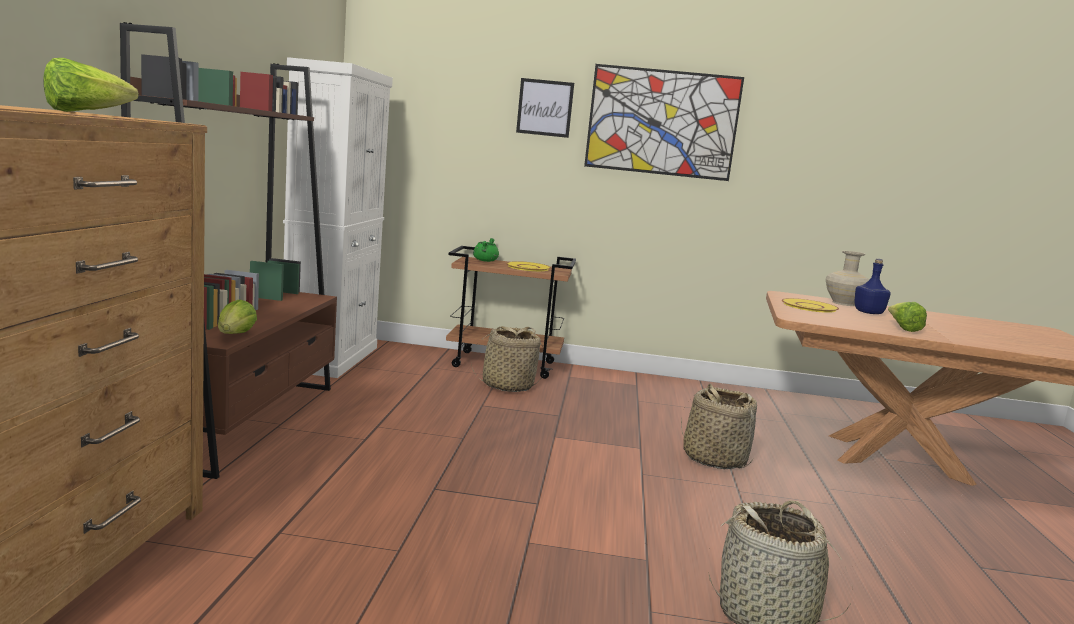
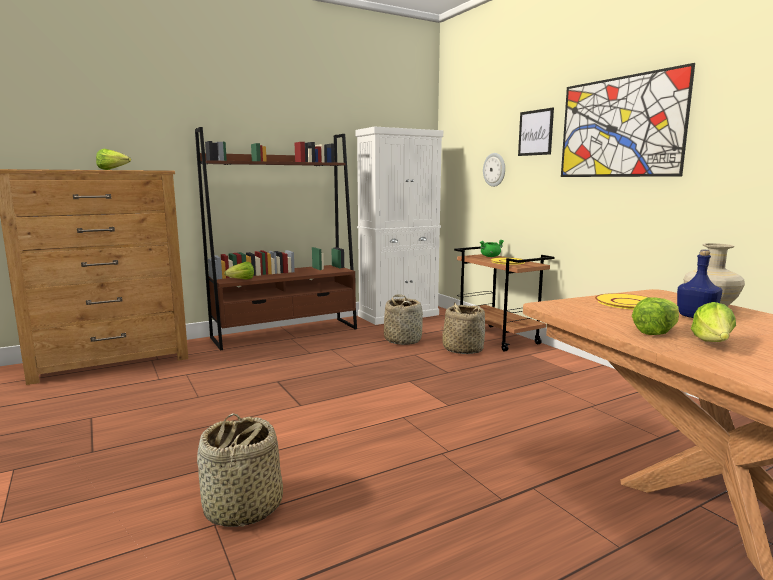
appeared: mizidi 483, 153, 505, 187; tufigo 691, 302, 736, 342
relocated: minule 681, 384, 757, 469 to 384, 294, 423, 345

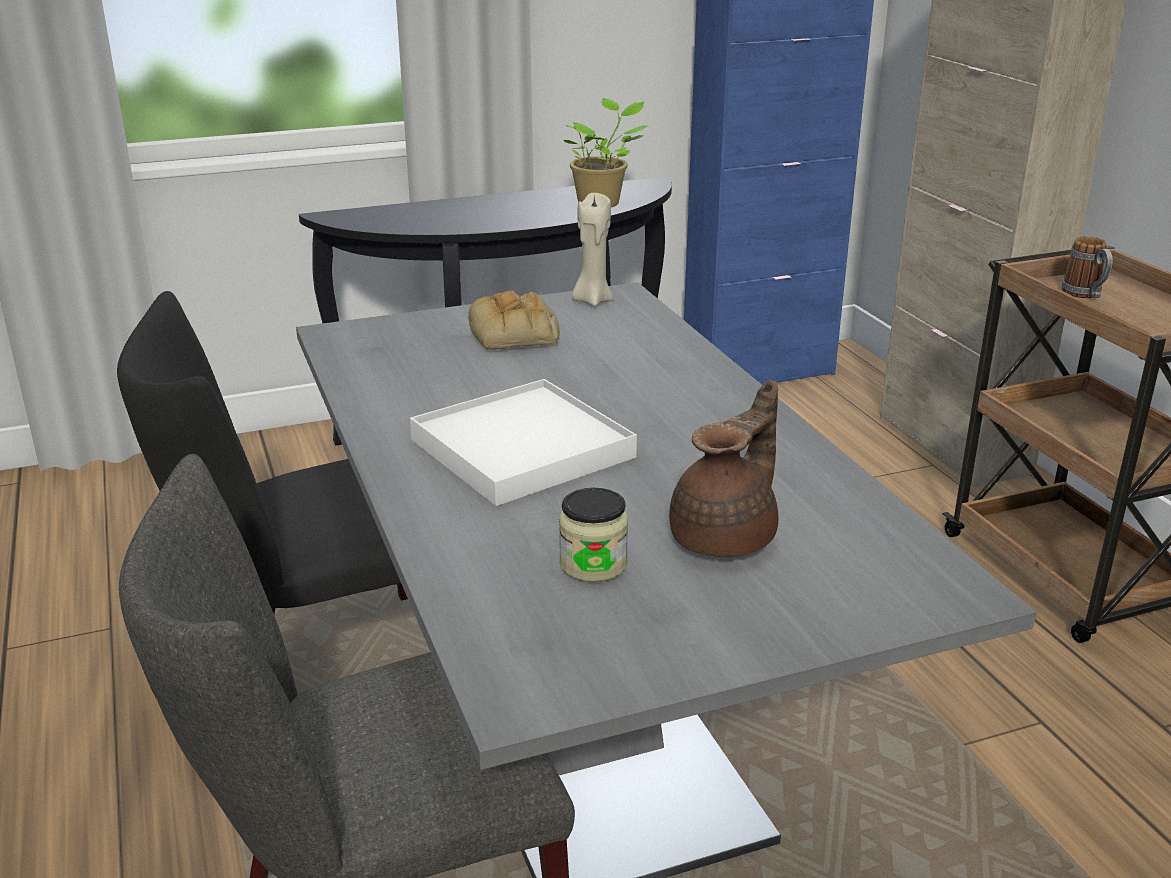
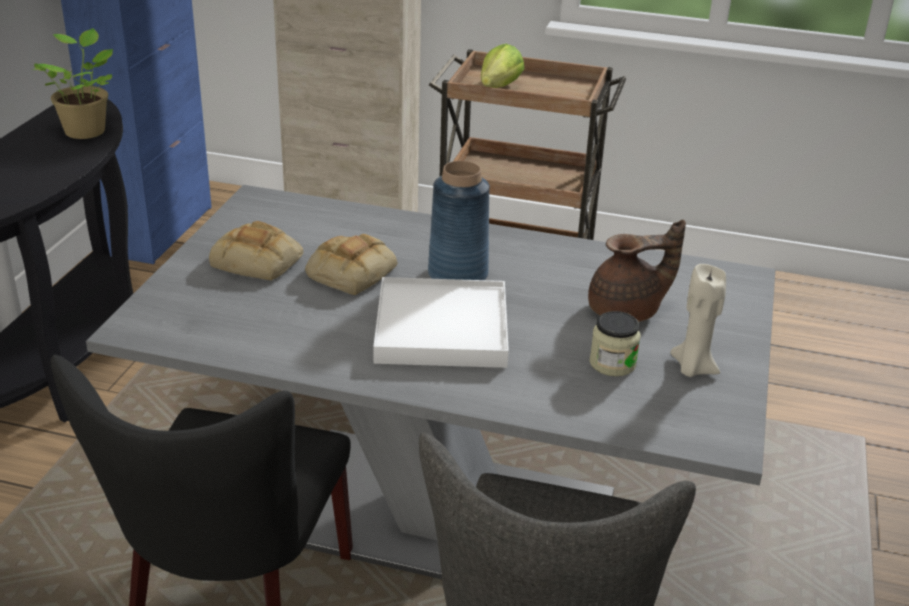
appeared: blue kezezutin 428, 161, 490, 280; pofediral 305, 234, 397, 295
relocated: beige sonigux 572, 193, 613, 306 to 670, 264, 726, 377
exchanged: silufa 1061, 236, 1113, 298 to tufigo 481, 43, 525, 88
spun: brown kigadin 669, 379, 779, 557 = 588, 219, 686, 322 90 degrees clockwise

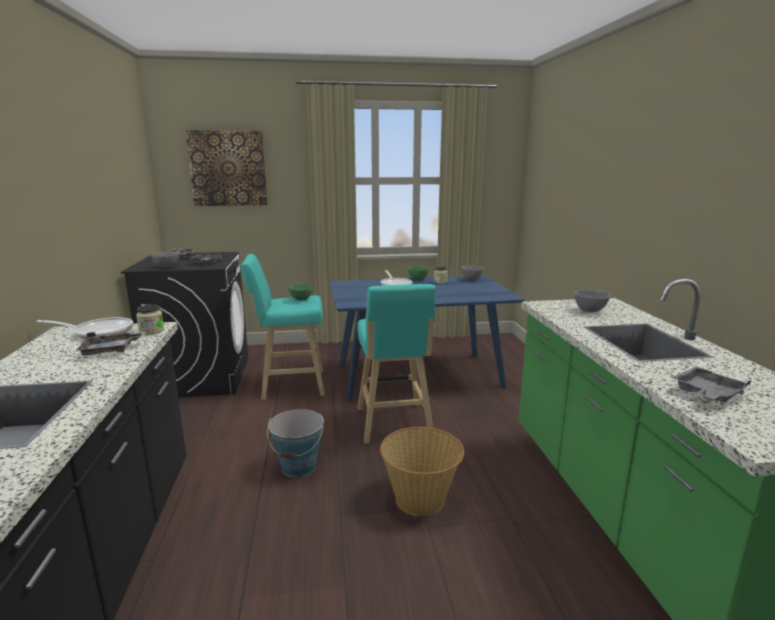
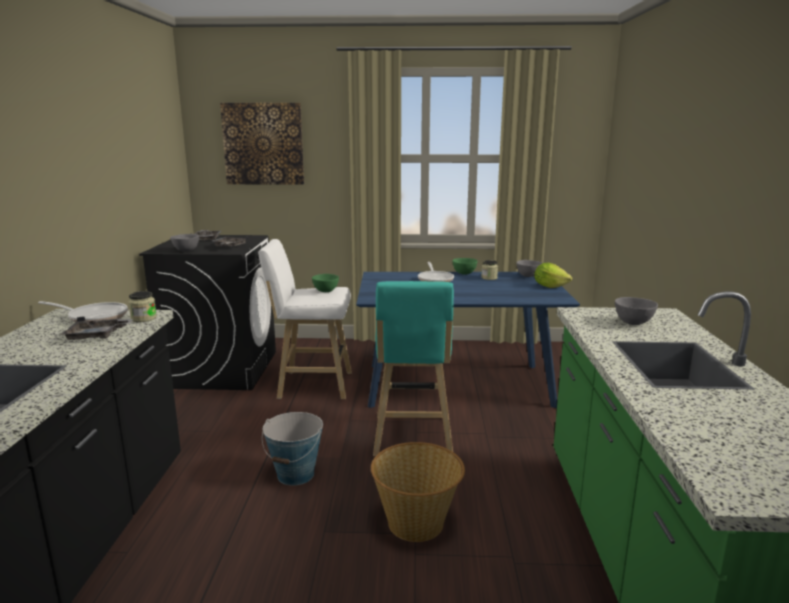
missing: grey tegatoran 671, 367, 752, 402
appeared: tufigo 534, 263, 572, 288
colour: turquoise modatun 241, 254, 325, 400 to white modatun 258, 239, 352, 399

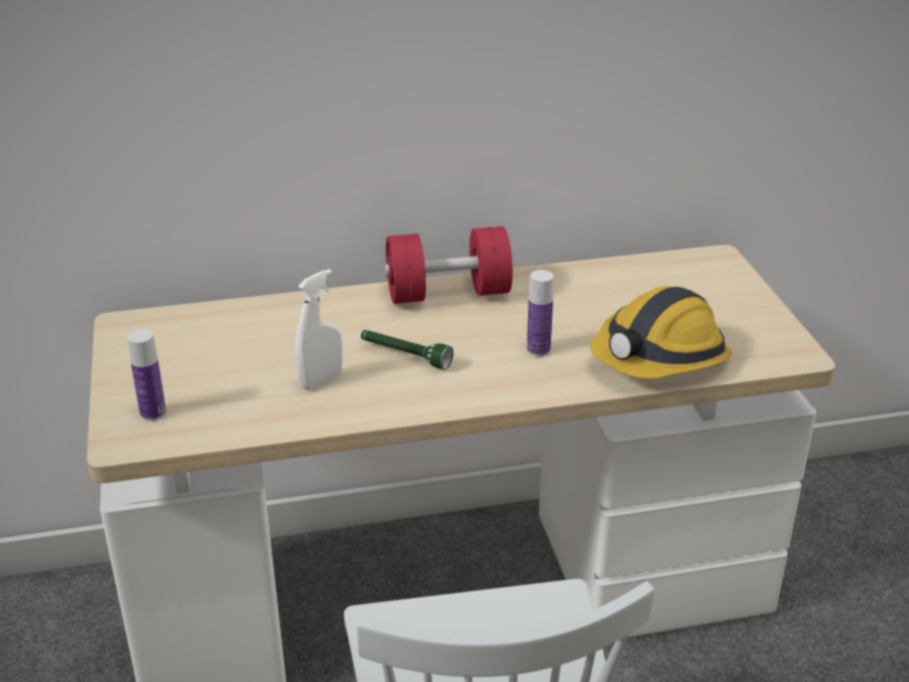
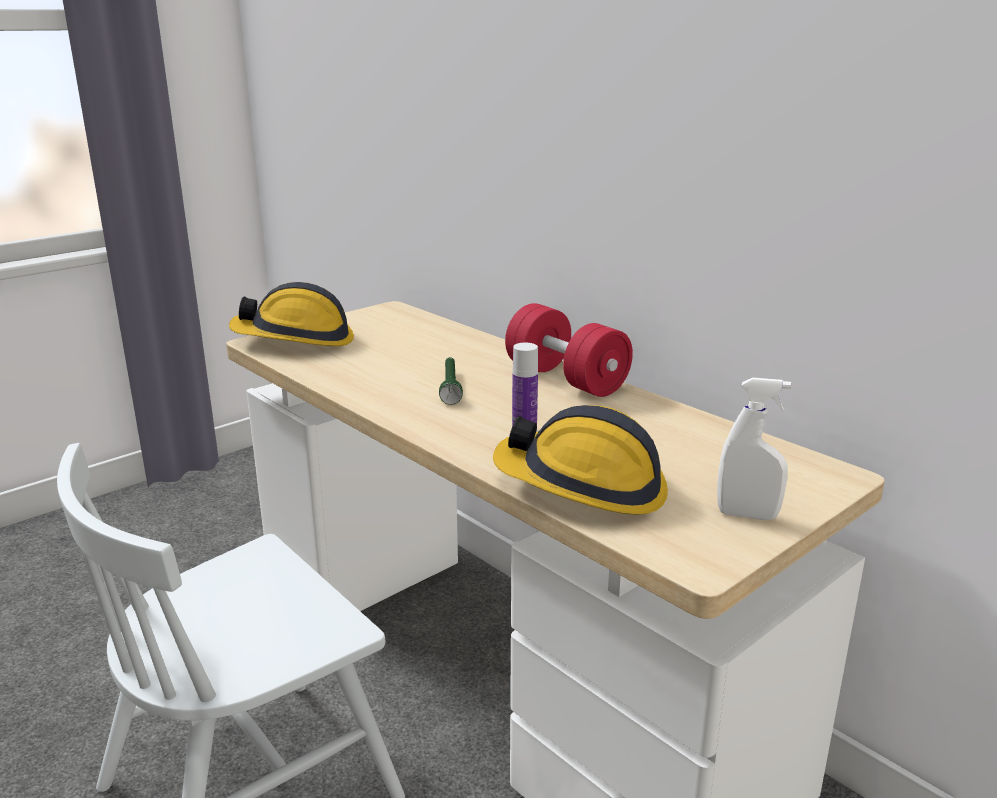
relocated: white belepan 295, 269, 342, 390 to 717, 378, 791, 520
exchanged: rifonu 127, 329, 166, 421 to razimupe 229, 282, 354, 346

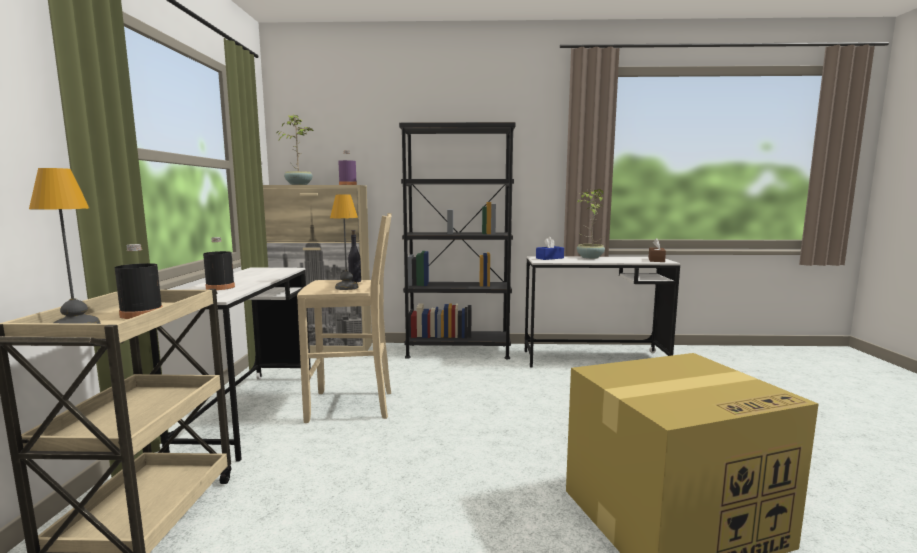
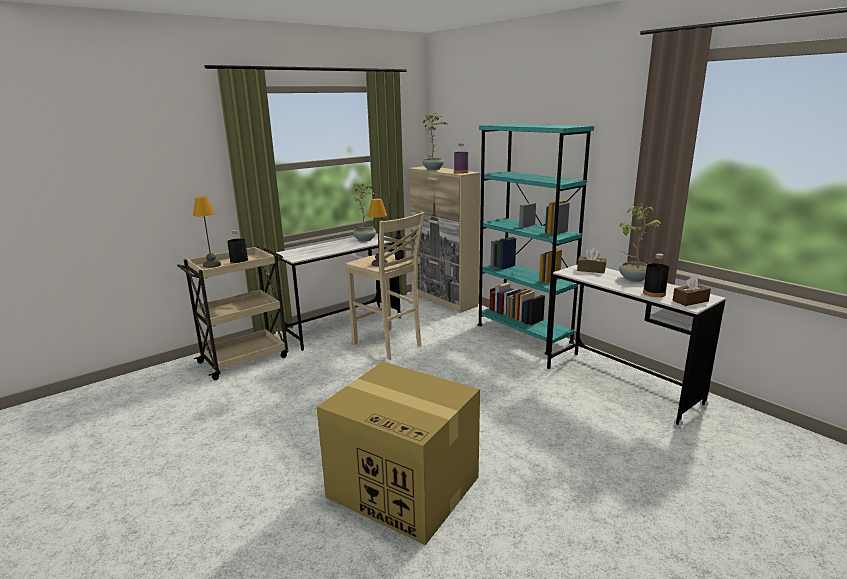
appeared: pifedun 353, 182, 376, 241
relocated: black rifonu 203, 237, 235, 290 to 643, 253, 669, 297
colour: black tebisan 399, 122, 516, 359 to turquoise tebisan 478, 124, 594, 355; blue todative 536, 237, 564, 260 to brown todative 577, 248, 606, 273

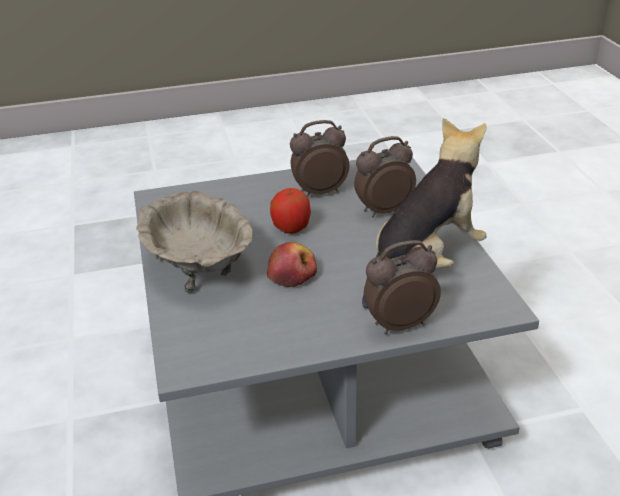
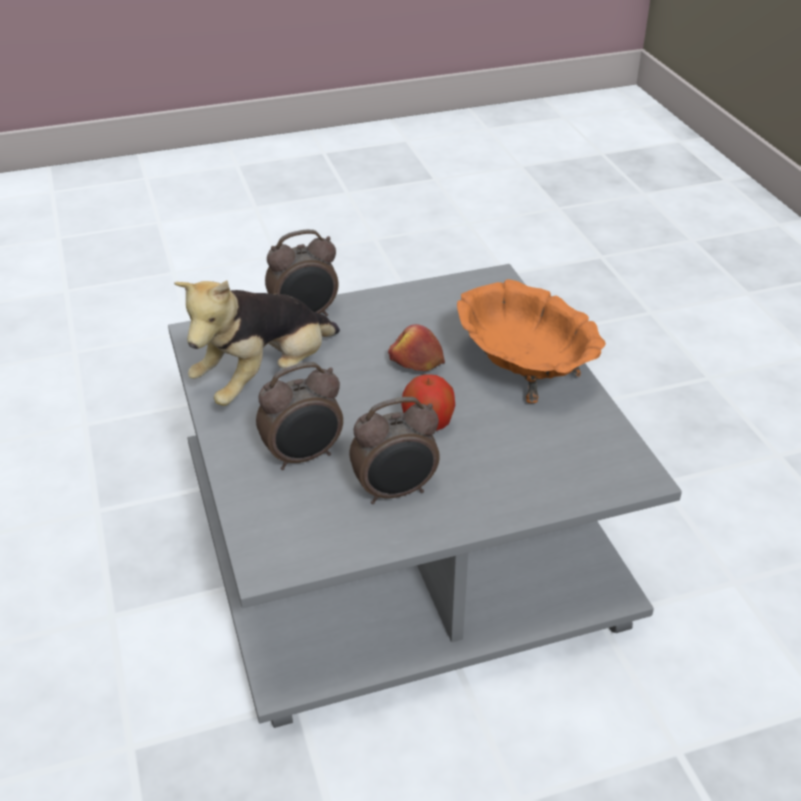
colour: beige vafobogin 136, 190, 252, 293 to orange vafobogin 457, 279, 606, 403

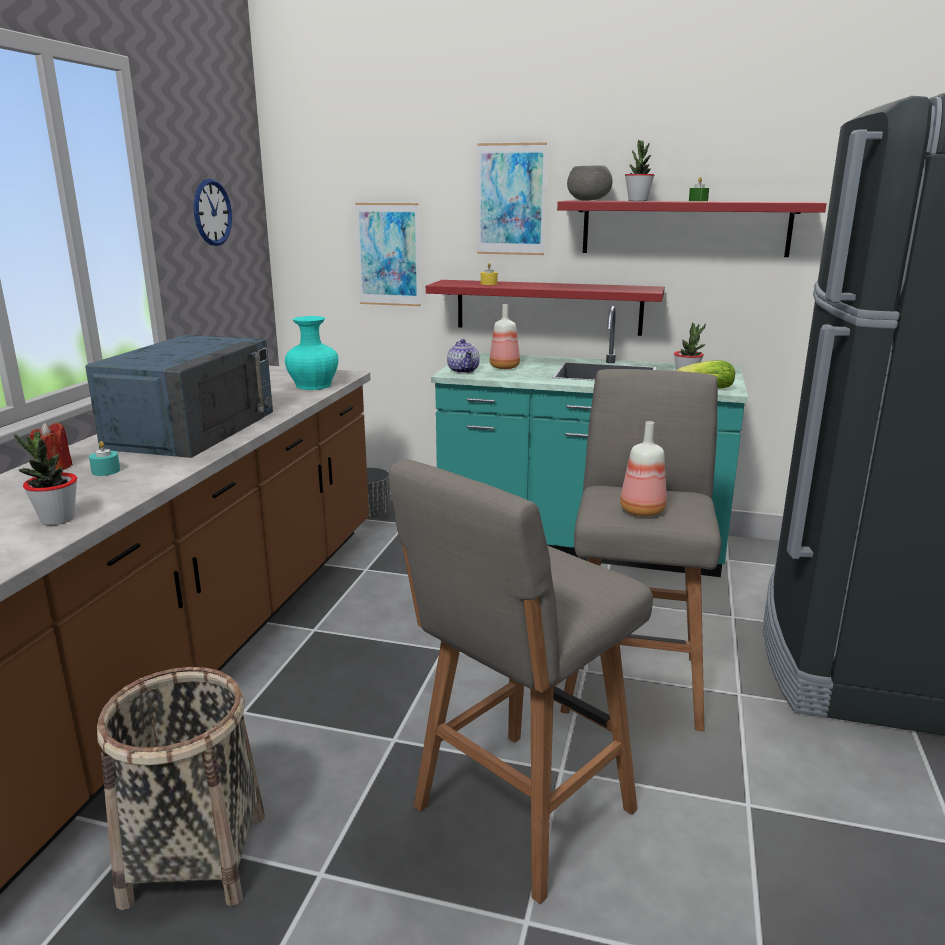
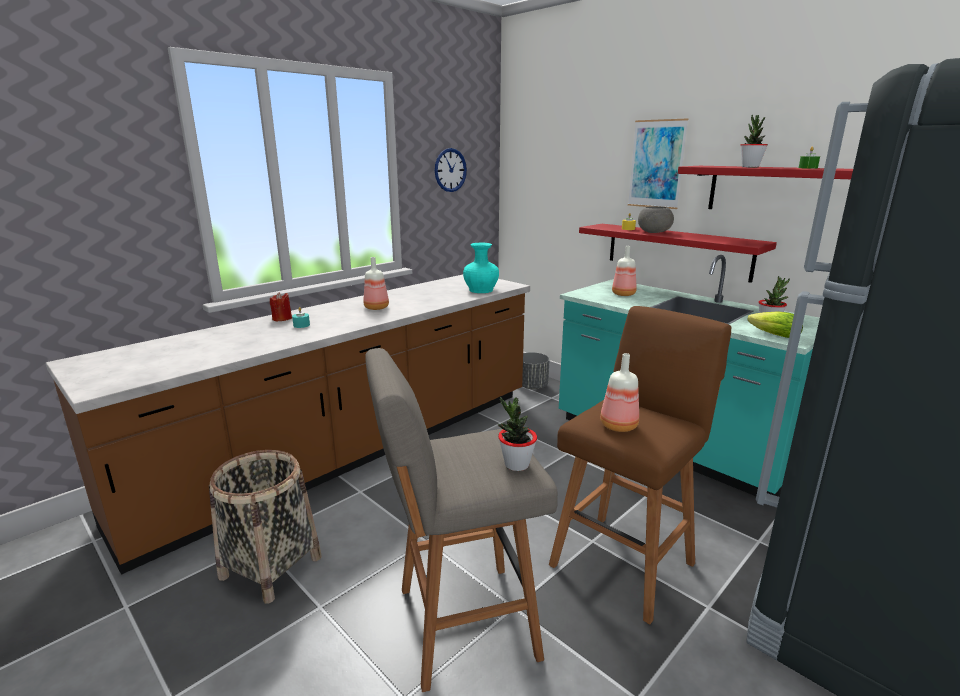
missing: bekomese 355, 203, 420, 306; kigadin 447, 339, 480, 373
relocated: grey vafobogin 567, 166, 613, 201 to 638, 206, 674, 233; pifedun 14, 431, 77, 525 to 498, 397, 537, 471
exchanged: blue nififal 85, 335, 273, 458 to rifonu 363, 257, 389, 310
colour: grey modatun 561, 369, 721, 731 to brown modatun 549, 306, 731, 624

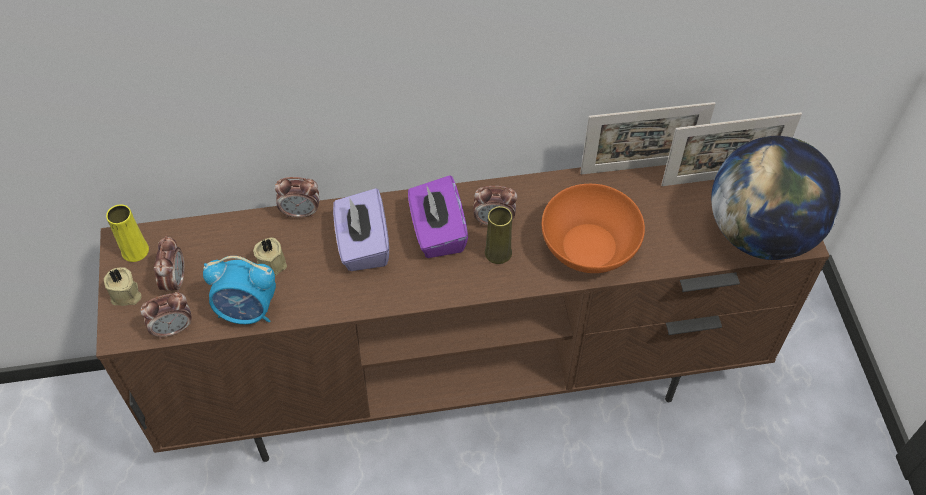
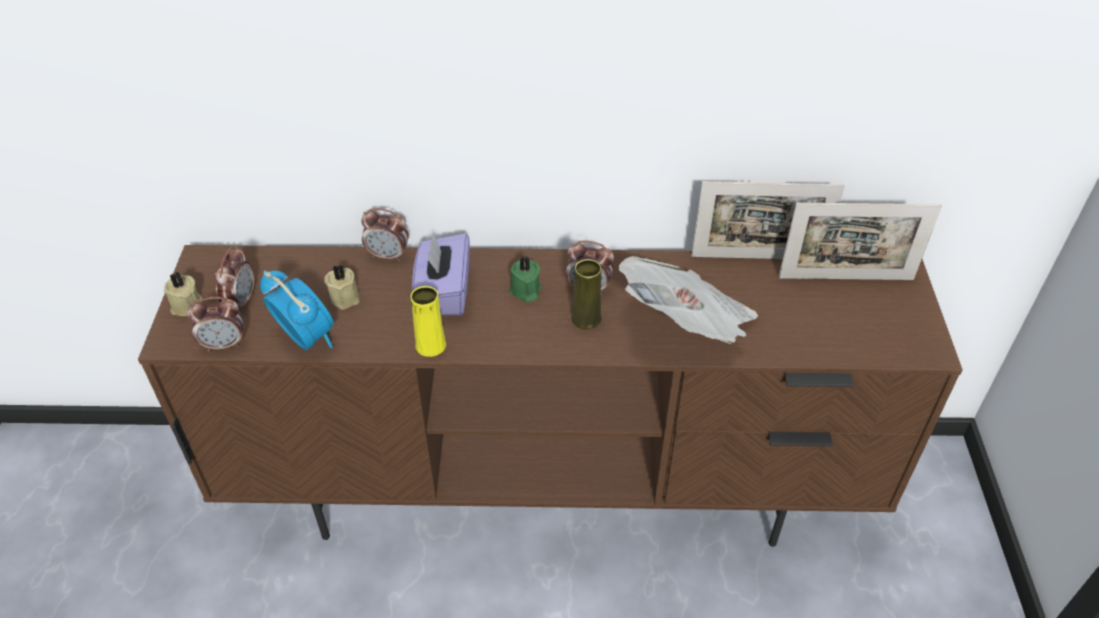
missing: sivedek 711, 136, 841, 260
relocated: yellow kezezutin 106, 204, 149, 262 to 410, 286, 446, 357
exchanged: purple todative 408, 175, 468, 258 to green sonigux 509, 256, 542, 302; orange vafobogin 542, 184, 645, 273 to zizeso 619, 256, 758, 344
spun: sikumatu 203, 256, 276, 324 = 260, 270, 334, 350 150 degrees counterclockwise

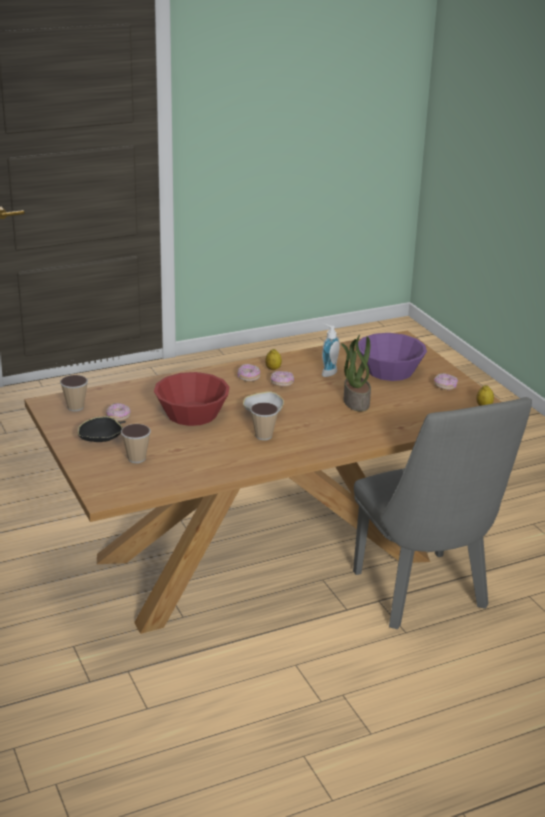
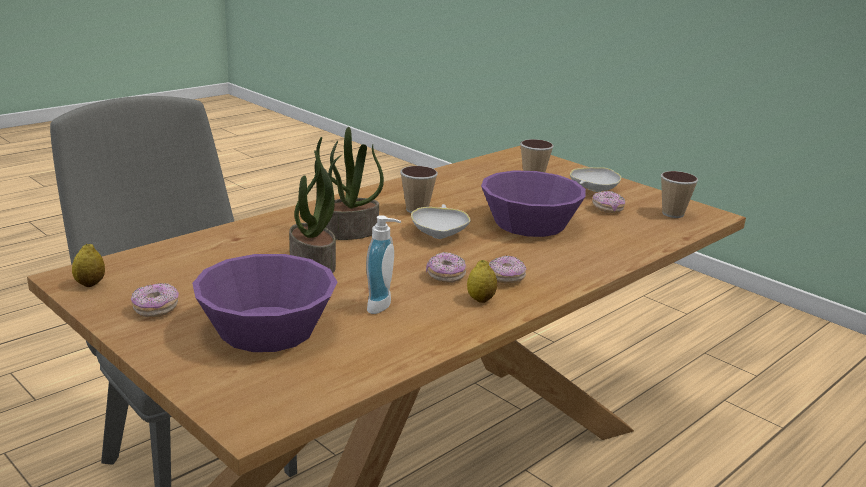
appeared: pifedun 316, 127, 384, 240
colour: red vafobogin 154, 372, 230, 426 to purple vafobogin 481, 170, 586, 237; black vafobogin 78, 416, 126, 442 to white vafobogin 570, 167, 621, 192

